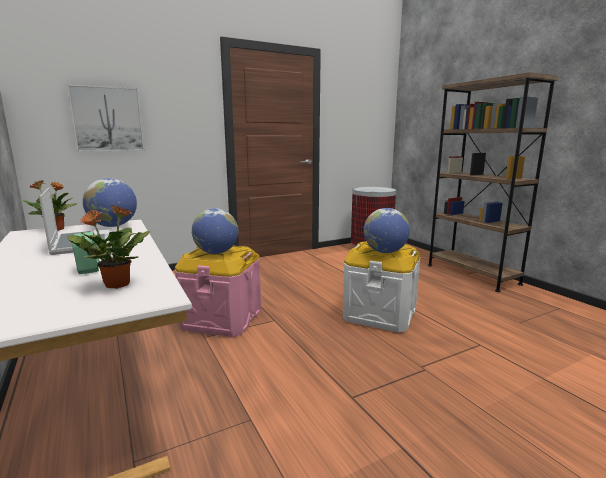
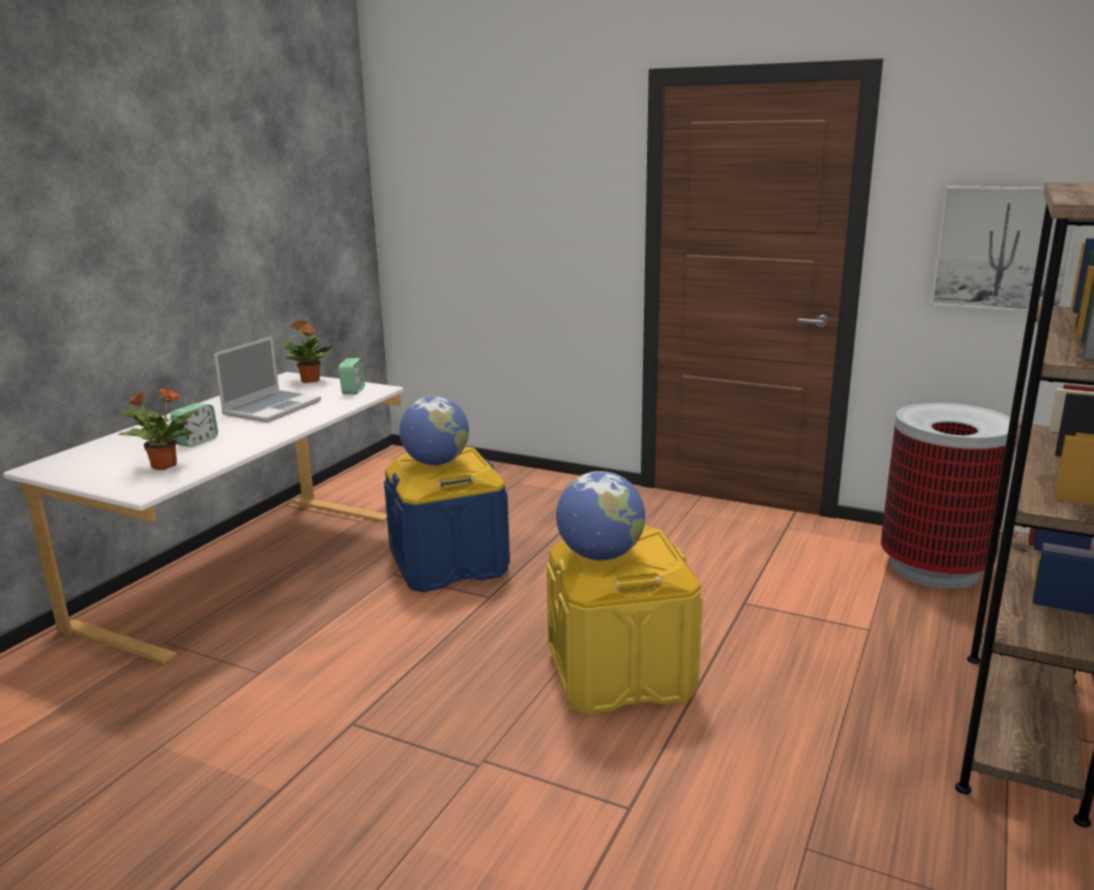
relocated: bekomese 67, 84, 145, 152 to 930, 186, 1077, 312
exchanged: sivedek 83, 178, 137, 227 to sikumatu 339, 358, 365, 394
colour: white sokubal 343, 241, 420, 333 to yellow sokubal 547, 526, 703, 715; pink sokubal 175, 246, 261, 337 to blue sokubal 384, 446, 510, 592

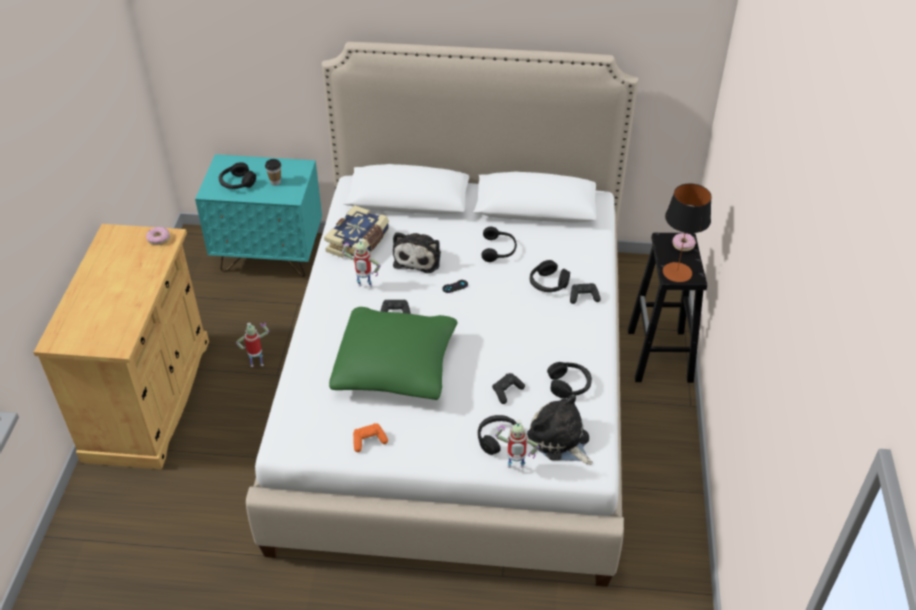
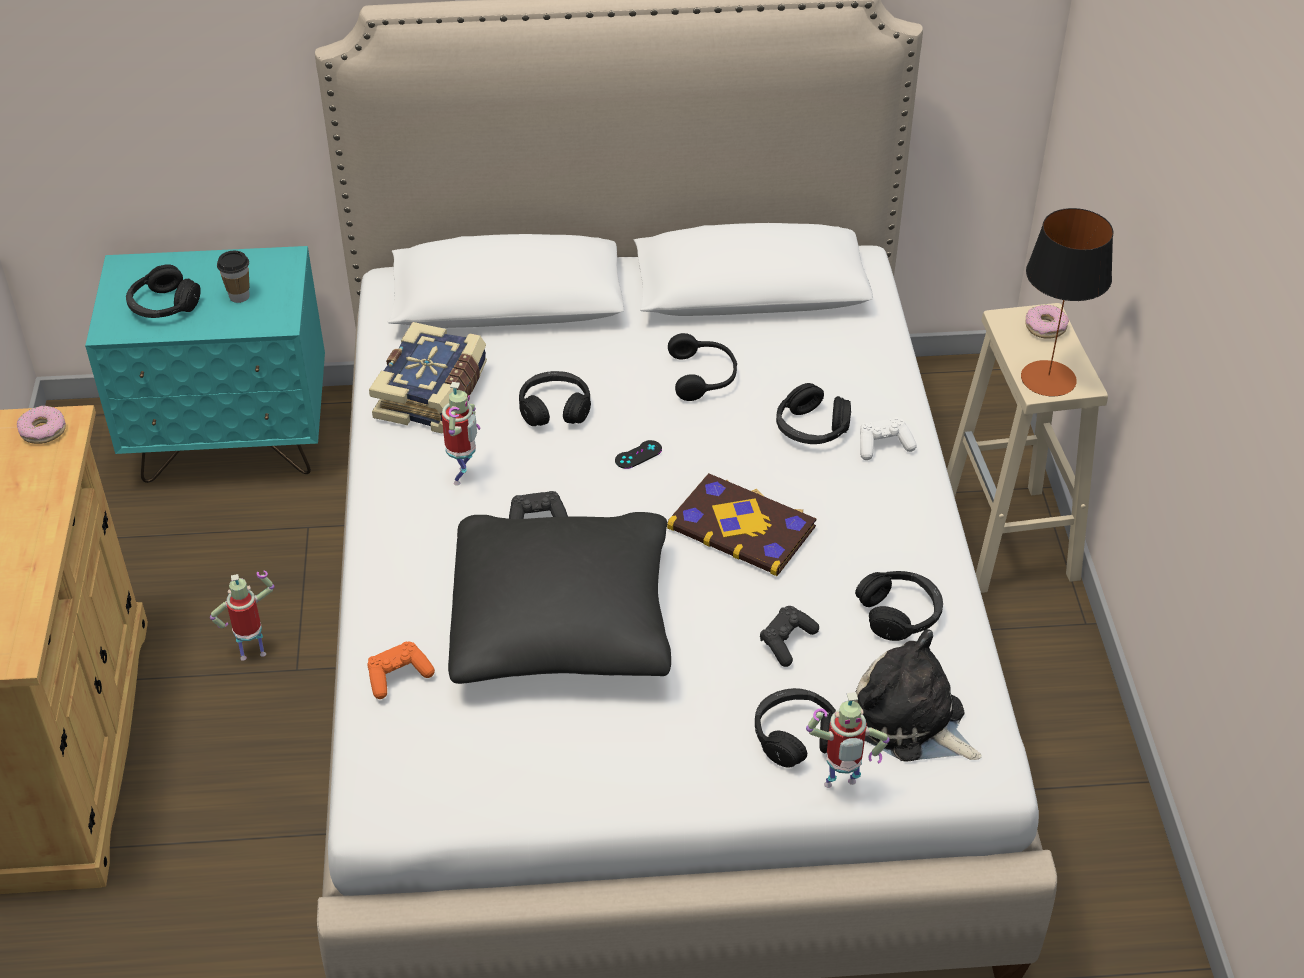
appeared: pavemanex 667, 473, 816, 576
relocated: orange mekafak 353, 423, 388, 452 to 367, 642, 435, 699
exchanged: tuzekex 393, 232, 441, 273 to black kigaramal 519, 371, 591, 426
colour: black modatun 628, 233, 707, 383 to beige modatun 947, 303, 1108, 593; black mekafak 570, 283, 601, 304 to white mekafak 860, 417, 917, 460; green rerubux 329, 307, 457, 400 to black rerubux 448, 512, 671, 684
spun: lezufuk 342, 239, 381, 287 = 442, 382, 481, 486 75 degrees counterclockwise

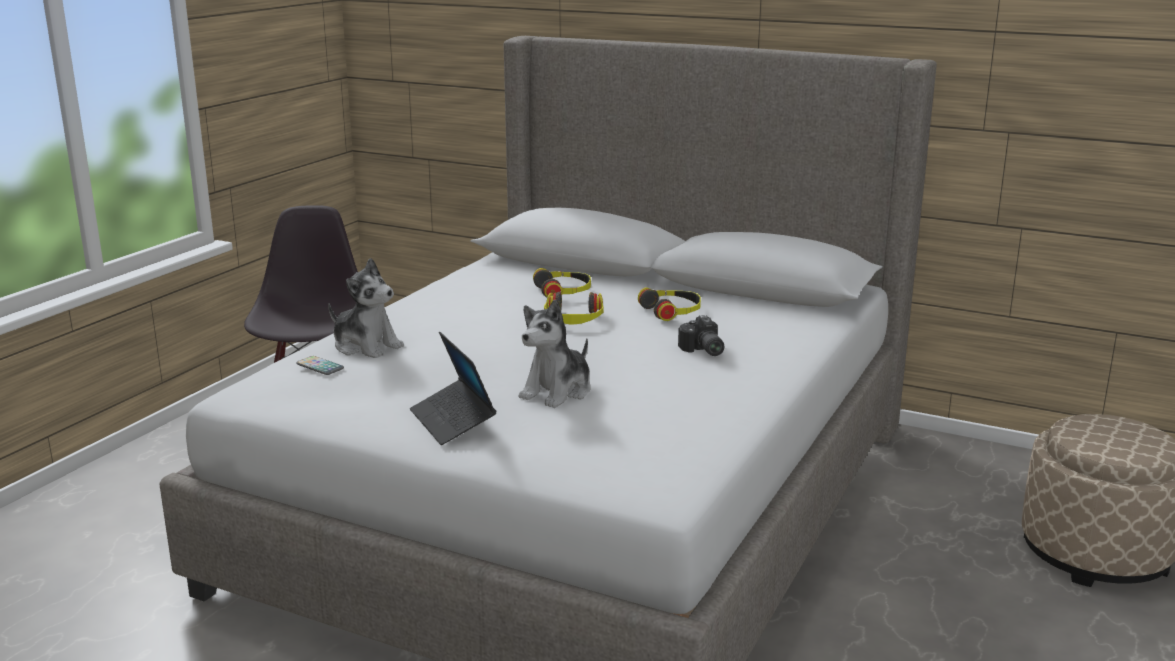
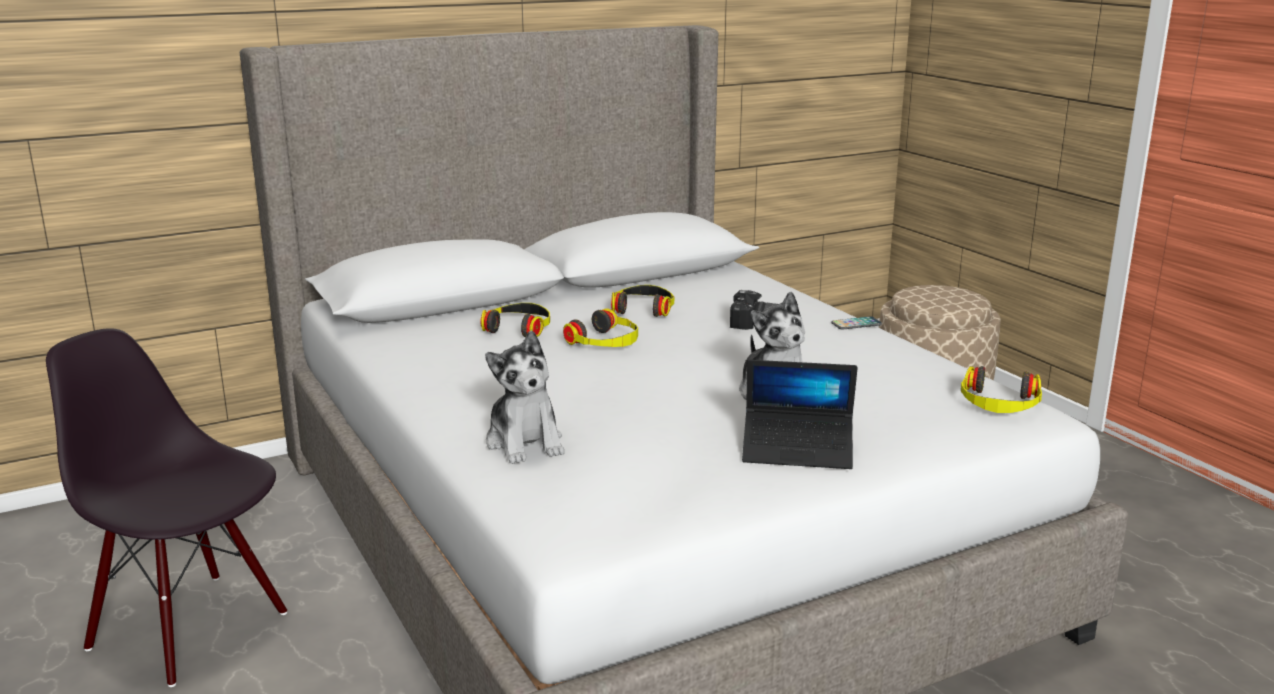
appeared: kigaramal 961, 366, 1042, 413
relocated: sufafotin 296, 356, 344, 375 to 831, 316, 882, 330
spun: tuzekex 328, 258, 404, 358 = 485, 330, 565, 464 90 degrees clockwise

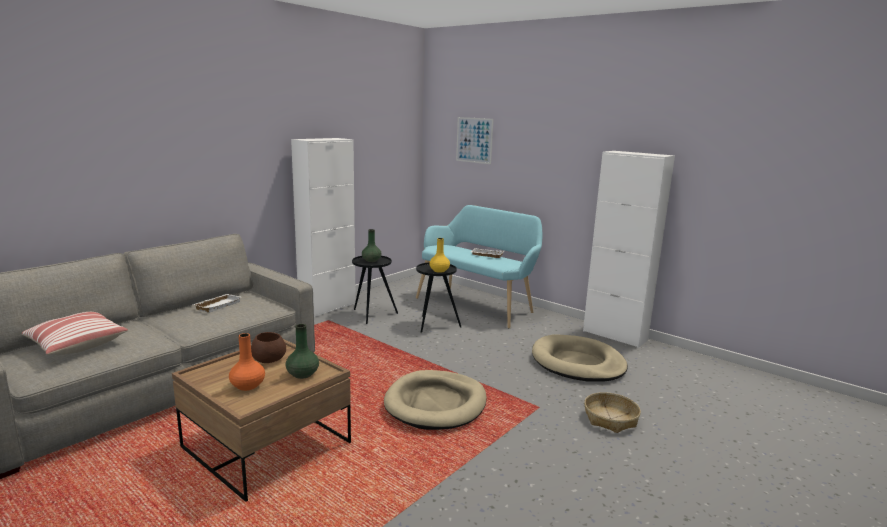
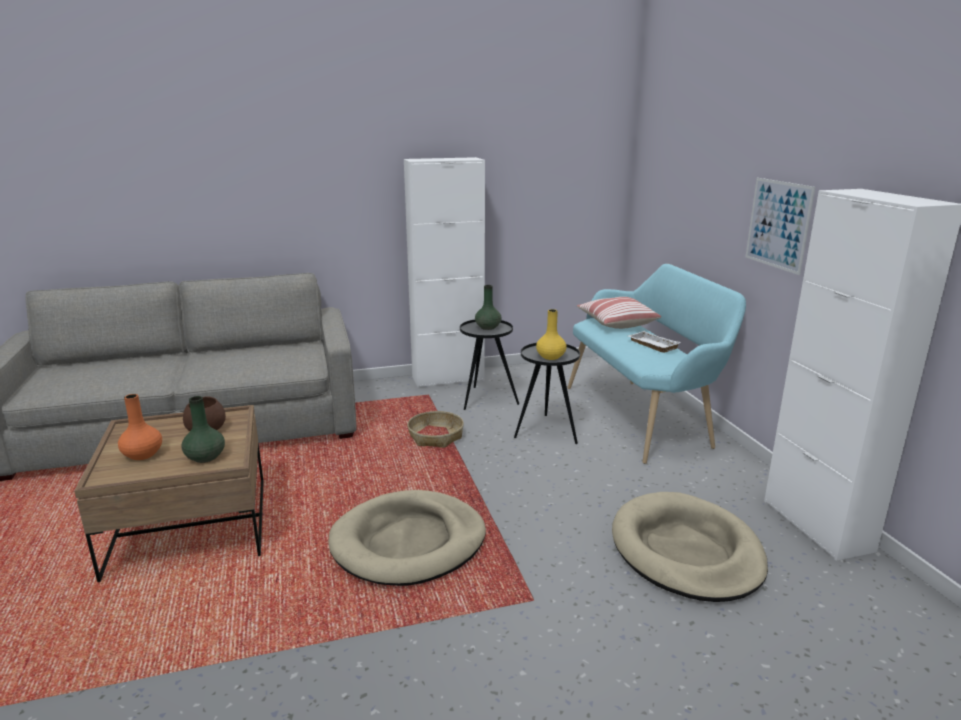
missing: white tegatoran 193, 294, 241, 313
relocated: bekomese 456, 117, 493, 164 to 745, 178, 815, 275; rerubux 22, 312, 128, 355 to 577, 297, 661, 329; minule 584, 392, 641, 433 to 407, 411, 464, 448

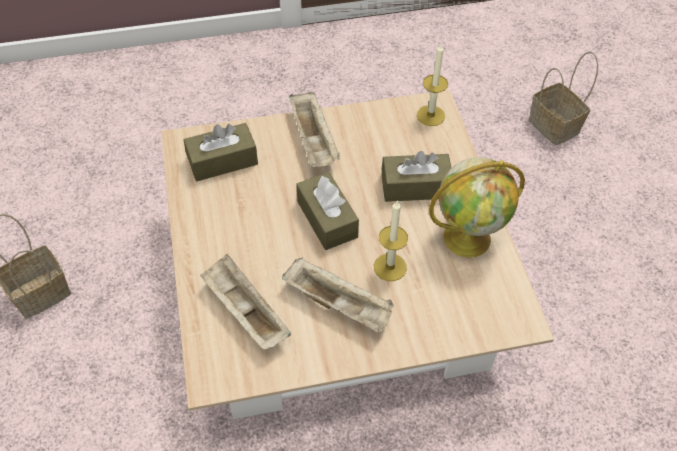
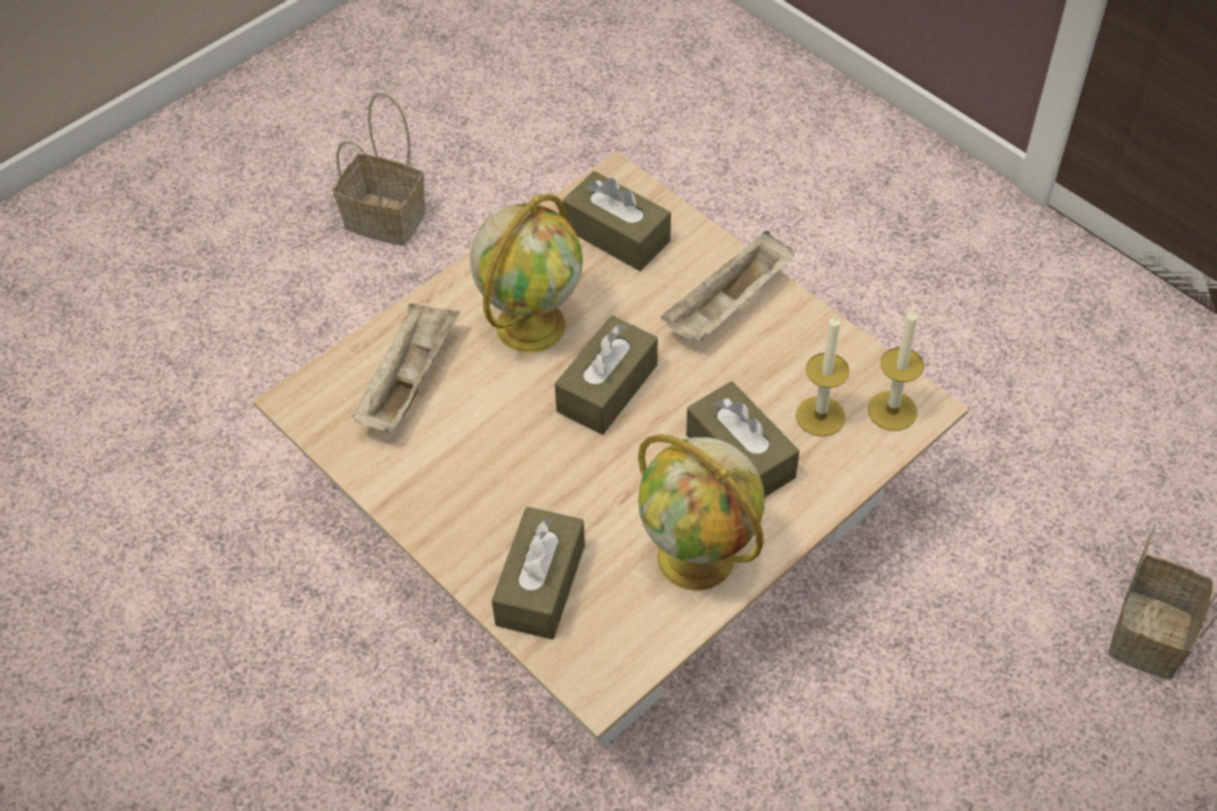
missing: beige tegatoran 282, 257, 394, 333
appeared: sivedek 470, 194, 583, 353; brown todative 492, 507, 585, 639
relocated: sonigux 374, 201, 408, 281 to 796, 314, 850, 437

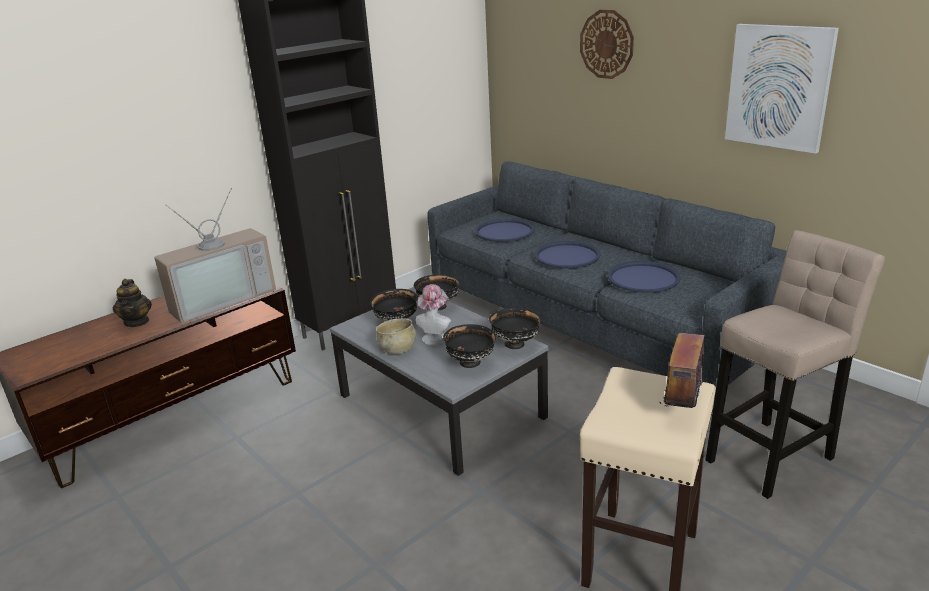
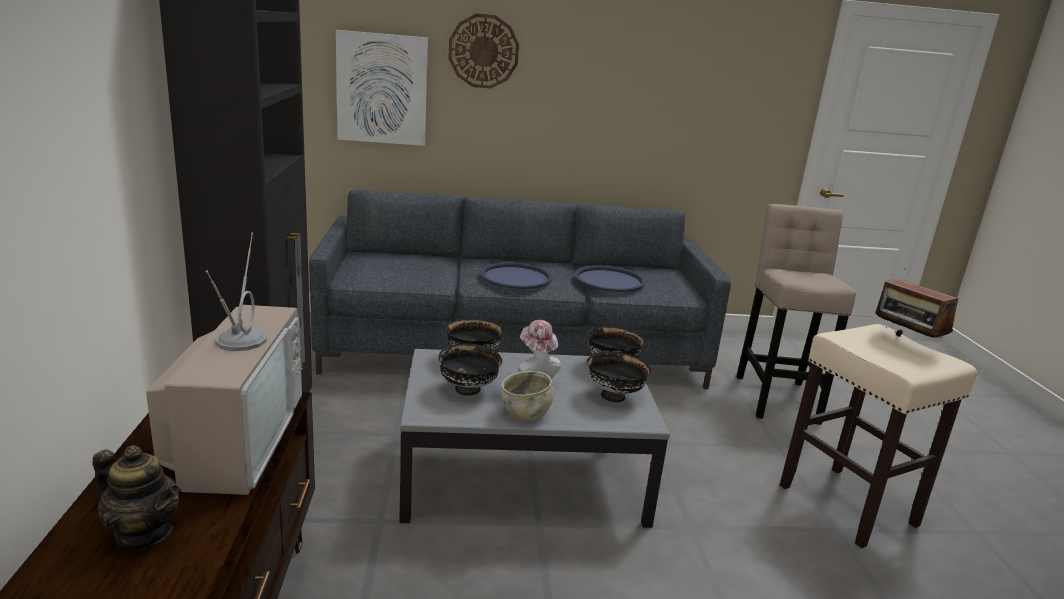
missing: blue tegatoran 475, 218, 535, 242
relocated: bekomese 725, 24, 839, 154 to 336, 30, 428, 146

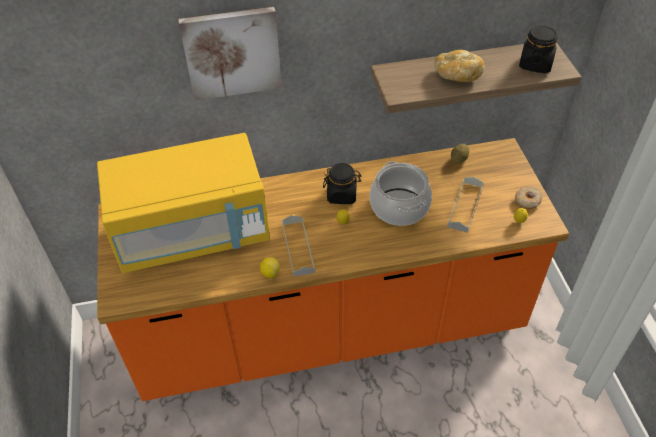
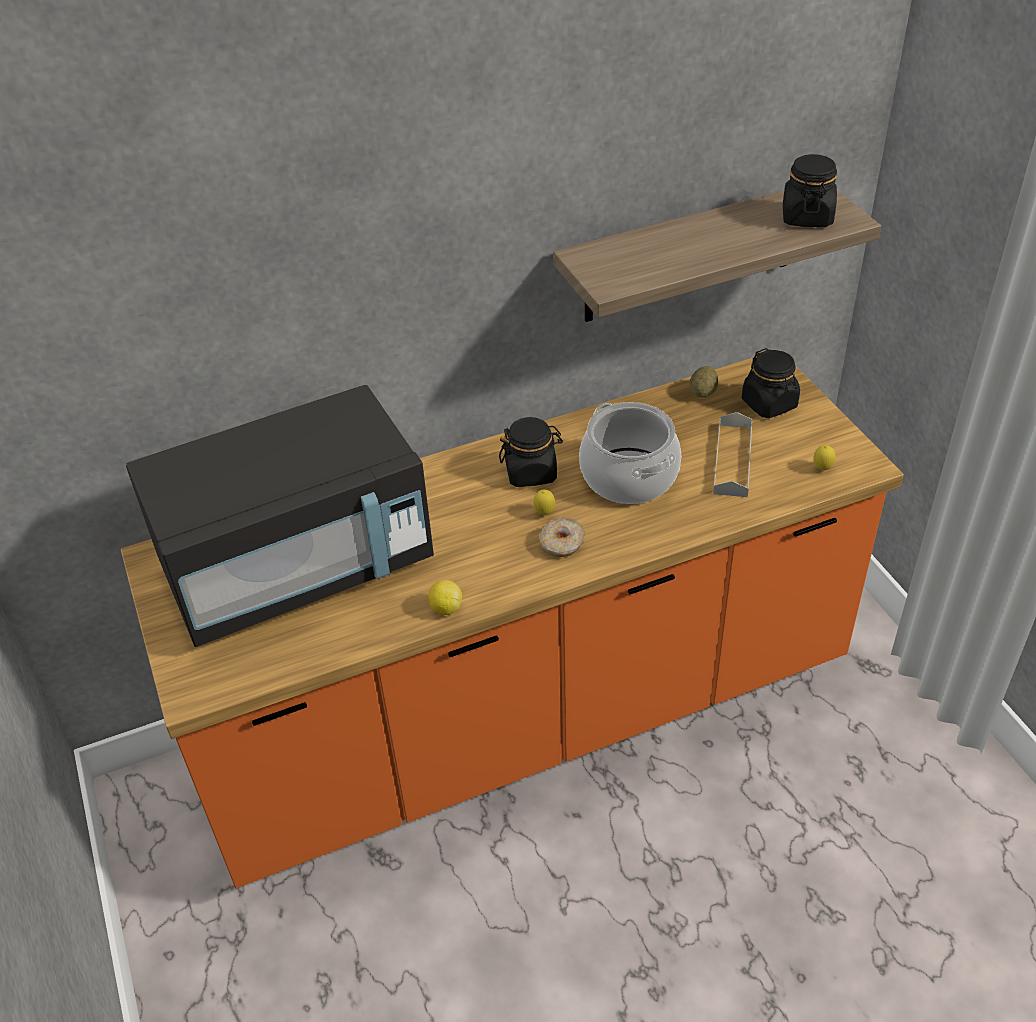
missing: bekomese 178, 7, 282, 101; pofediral 435, 50, 485, 82; grey tegatoran 282, 215, 315, 277
appeared: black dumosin 742, 348, 800, 418
relocated: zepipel 515, 186, 542, 209 to 539, 517, 585, 557
colour: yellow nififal 97, 133, 270, 273 to black nififal 126, 385, 434, 647

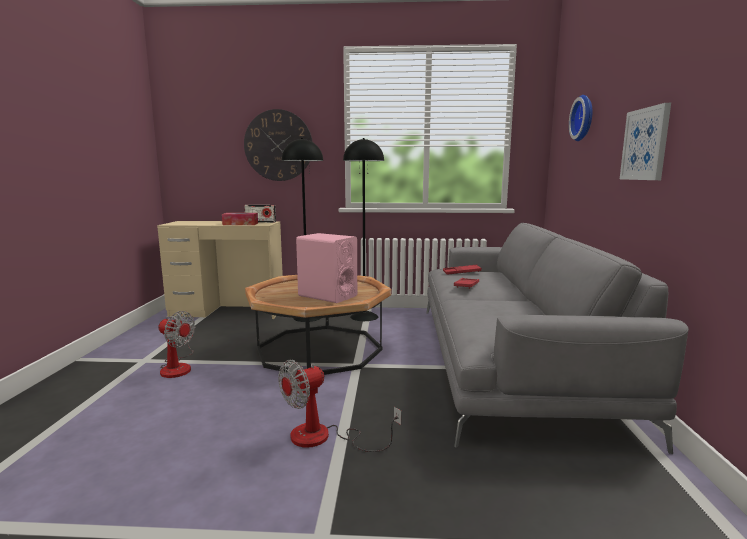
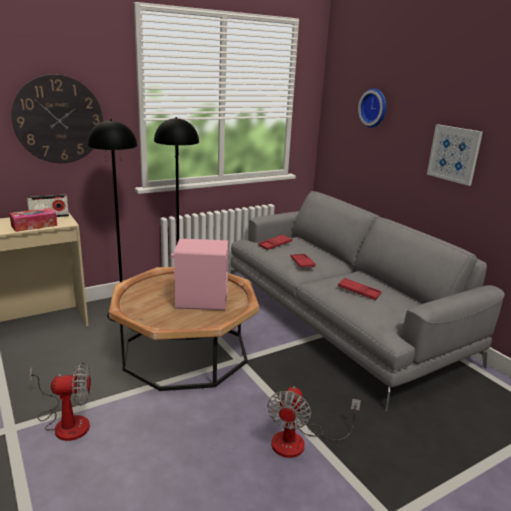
appeared: red tegatoran 338, 278, 382, 300

